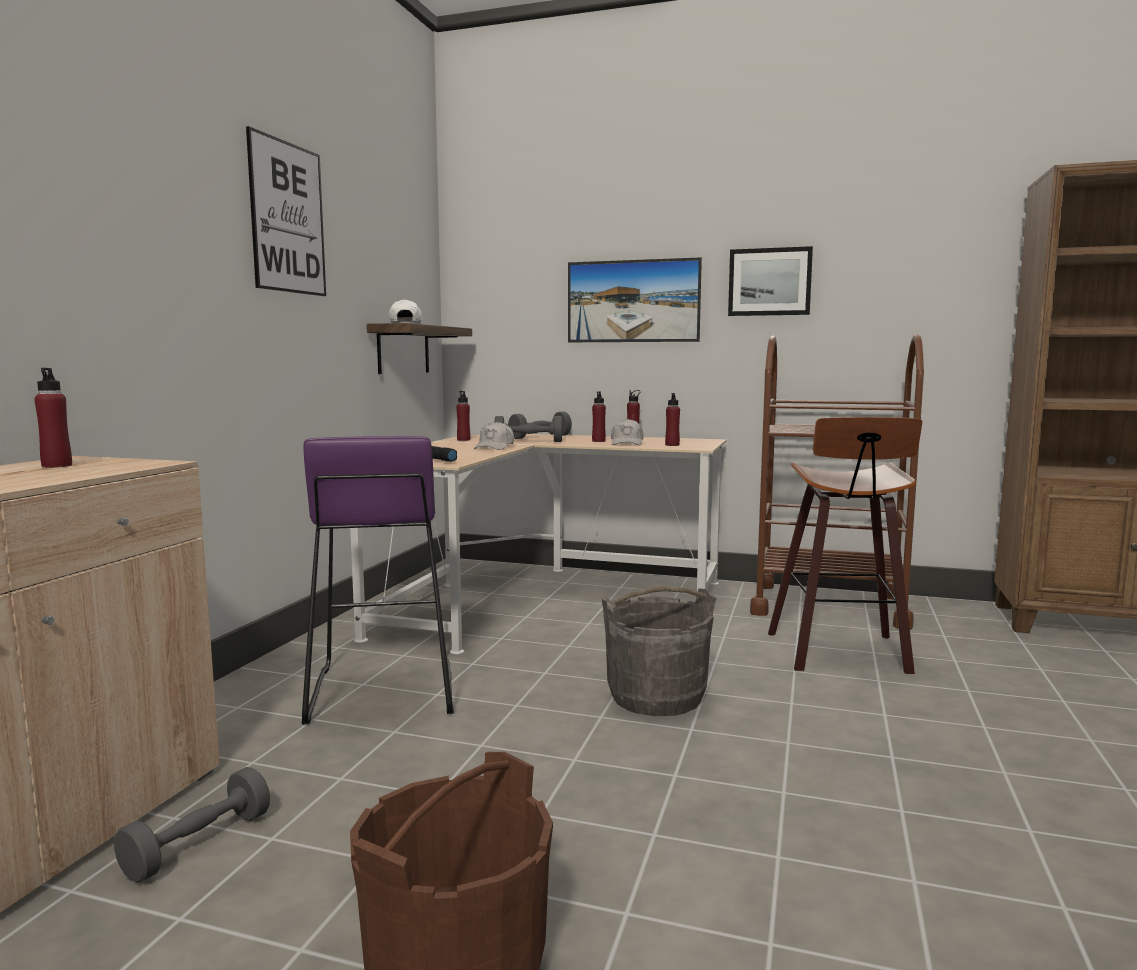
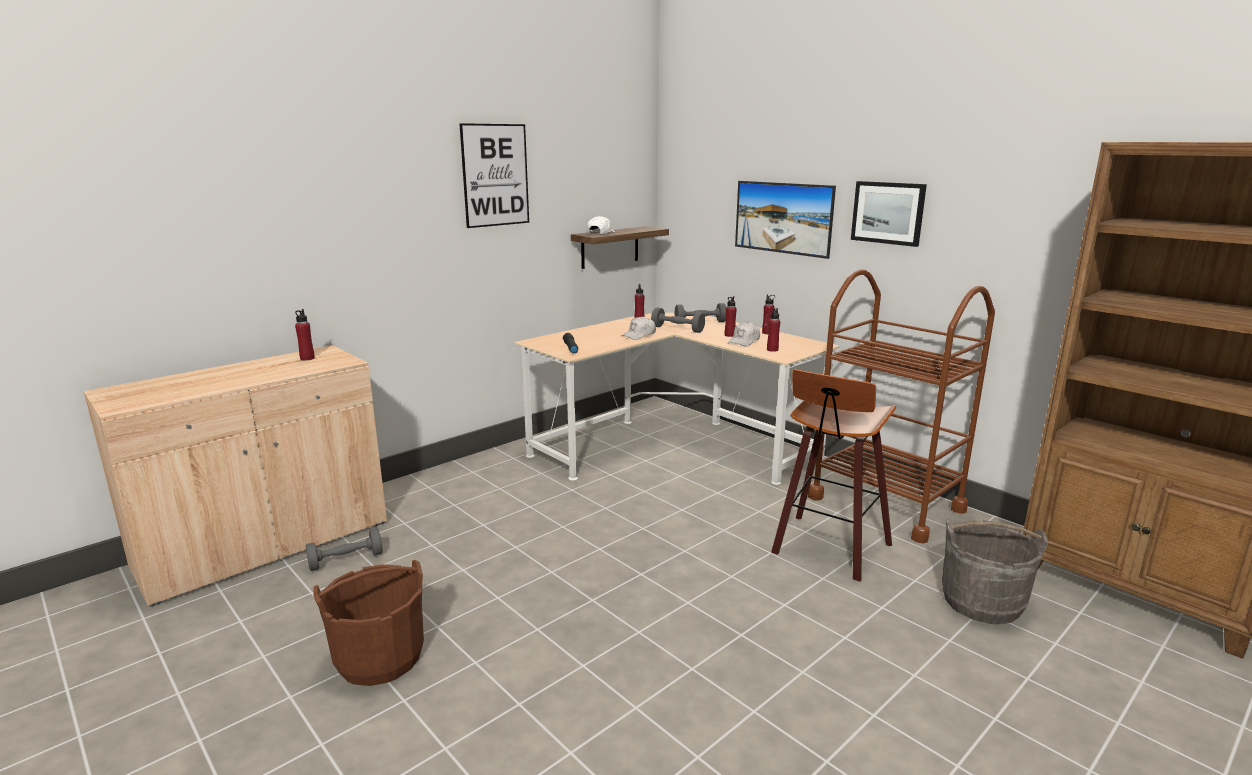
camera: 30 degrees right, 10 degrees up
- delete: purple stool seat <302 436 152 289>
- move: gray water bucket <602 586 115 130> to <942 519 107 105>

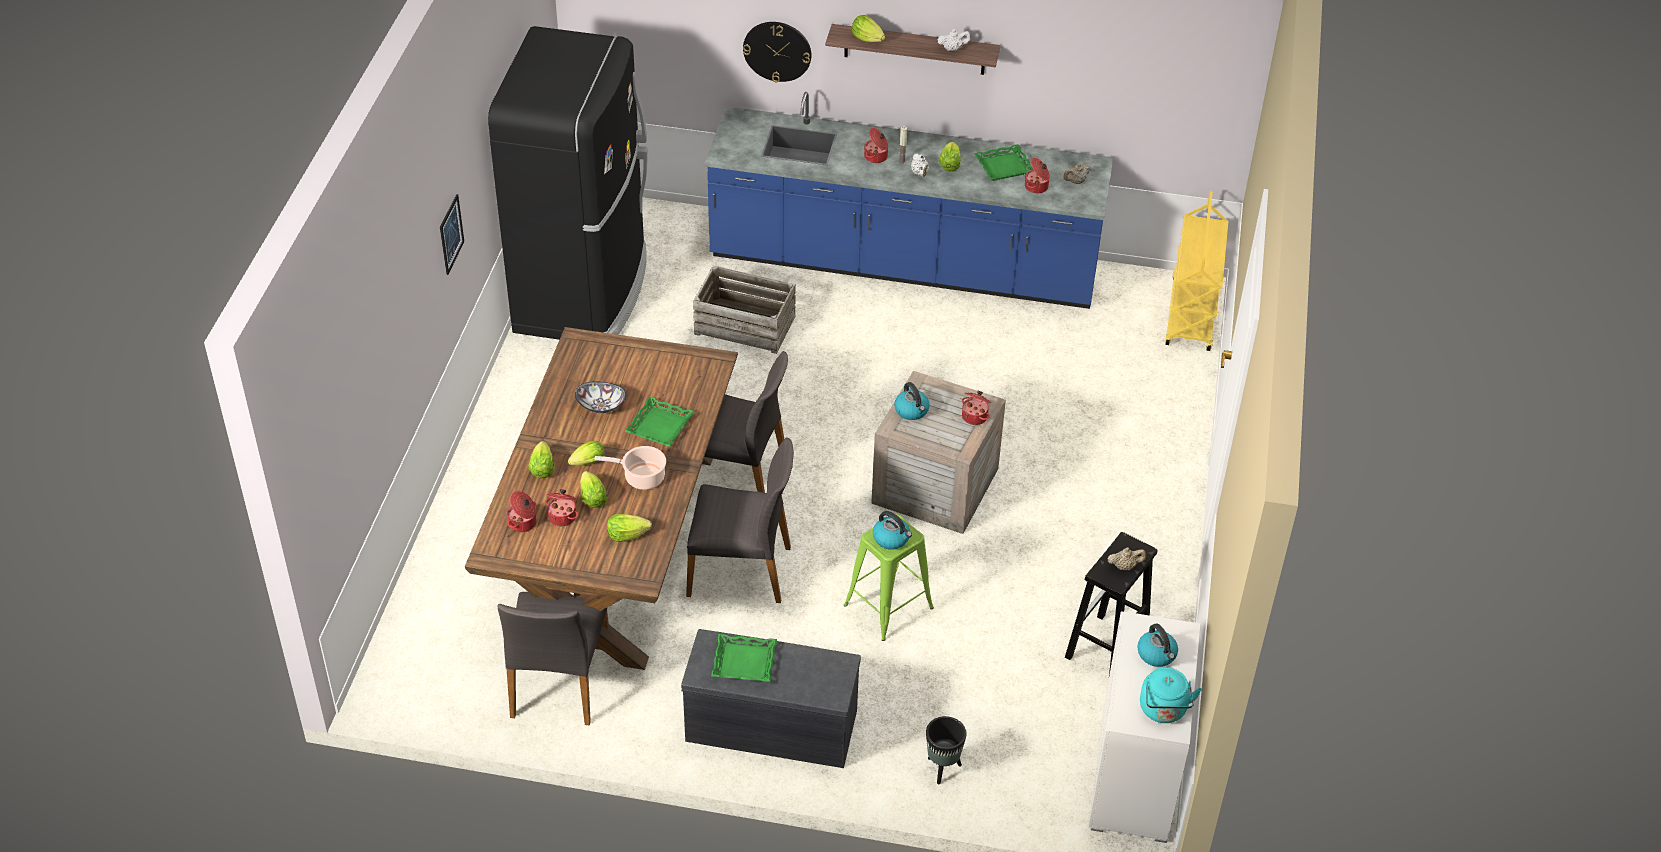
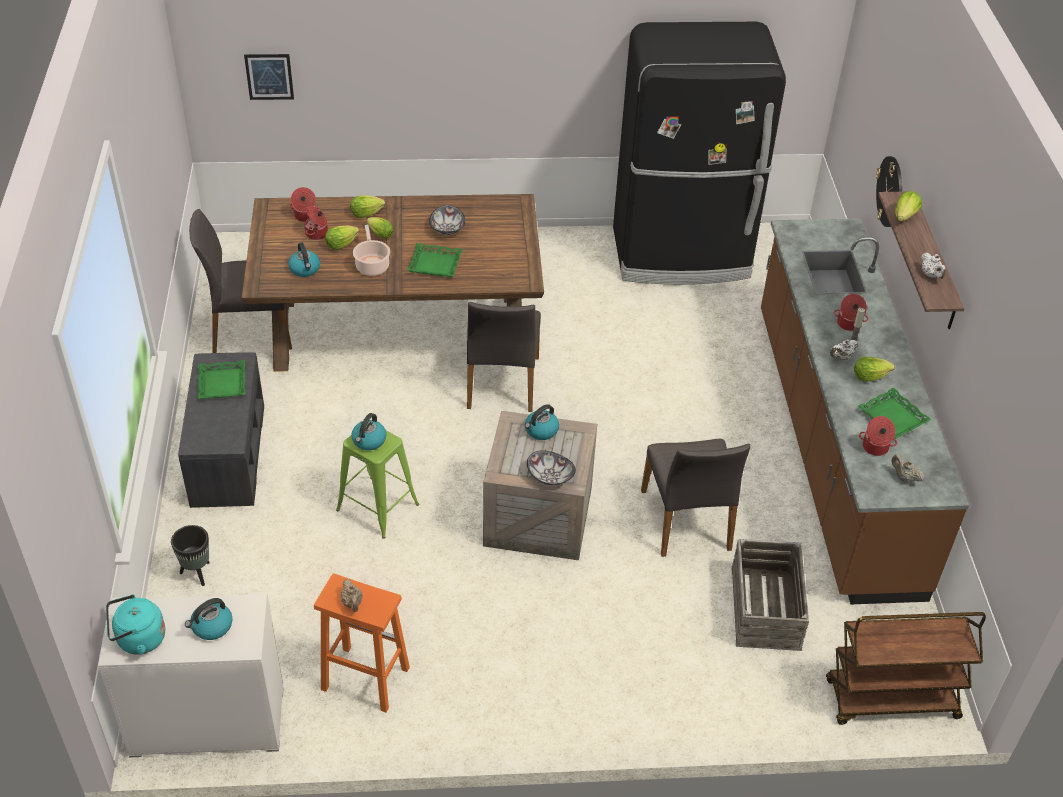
camera: 75 degrees right, 0 degrees up
- move: picture <440 194 24 81> to <244 54 50 46>
- move: gray plain chair <686 437 108 166> to <641 439 109 118>
- move: packing crate <693 266 103 88> to <732 539 77 112>
- replace: head of lettuce <607 514 45 28> to kettle <288 242 32 35>
- replace: stockpot <962 390 29 35> to serving bowl <527 450 49 36>
- recolor: blue counter <705 92 409 217> to brownish counter <761 219 208 385>
- recolor: black stool seat <1065 532 92 143> to orangey stool seat <314 573 96 140>
- recolor: yellow-coloured wheeled cart <1165 191 63 160> to brownish wheeled cart <826 612 160 113>

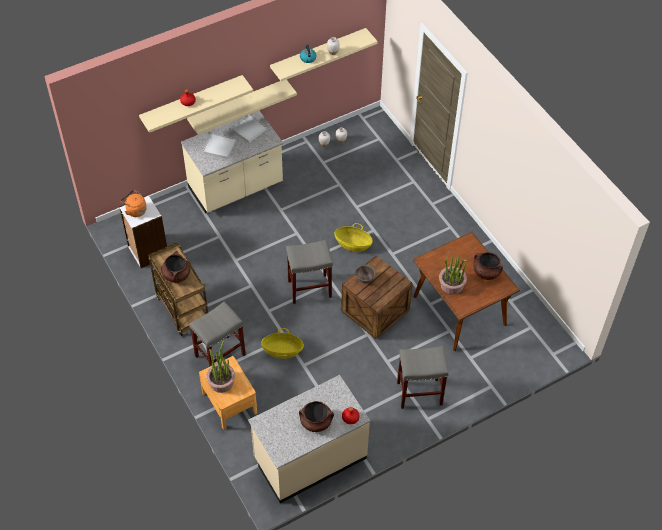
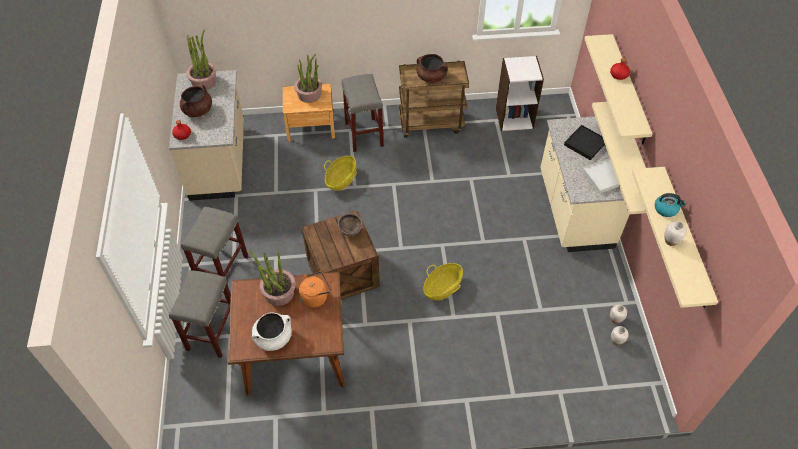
camera: 115 degrees right, 0 degrees up
- insert: plant in a pot <186 30 30 60>
- move: orangey kettle <121 190 26 27> to <299 272 32 36>
- move: gray stool seat <286 240 47 64> to <169 270 62 88>
- recolor: whitish serving tray <203 133 33 26> to black serving tray <564 125 41 35>
- recolor: brownish stockpot <473 252 30 28> to whitish stockpot <252 313 40 38>

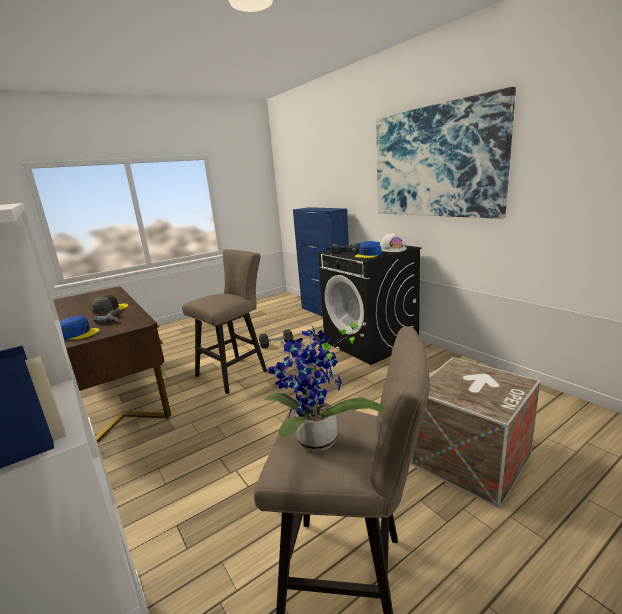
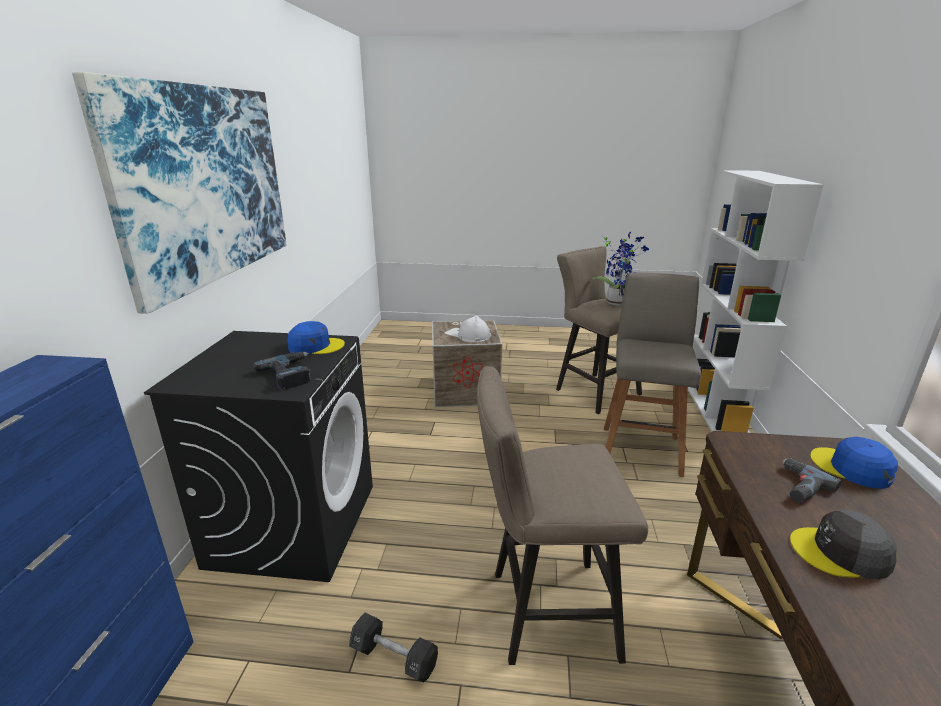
camera: 140 degrees left, 5 degrees up
- insert: gray stool seat <604 272 97 205>
- move: whitish work helmet <380 233 27 19> to <458 316 34 27>

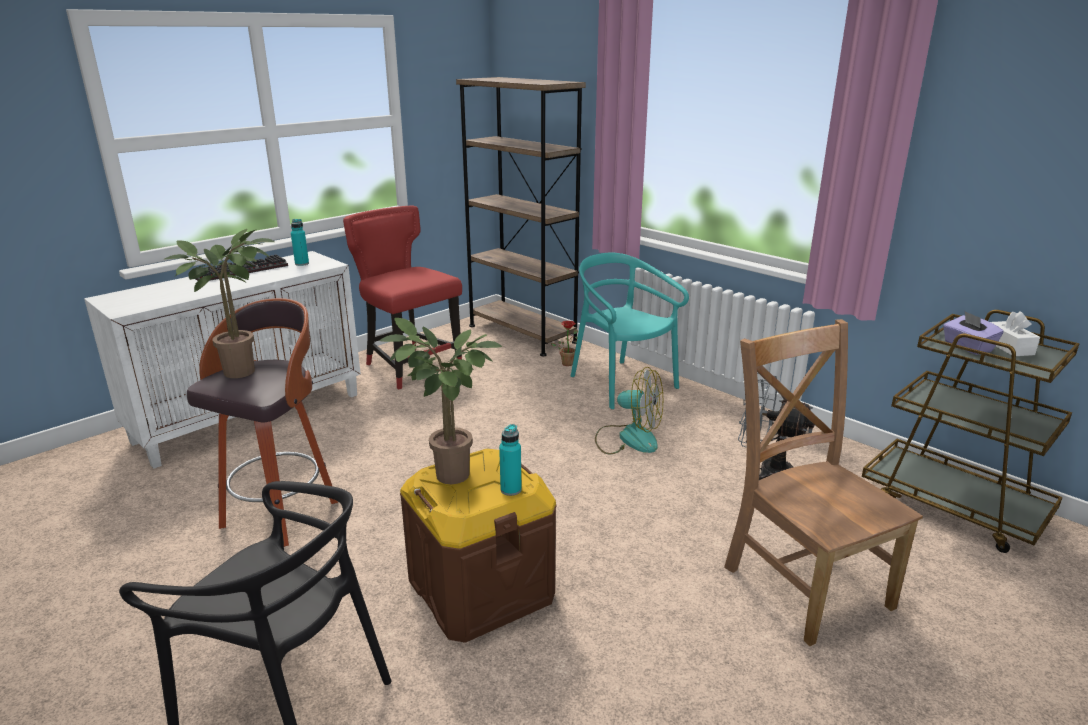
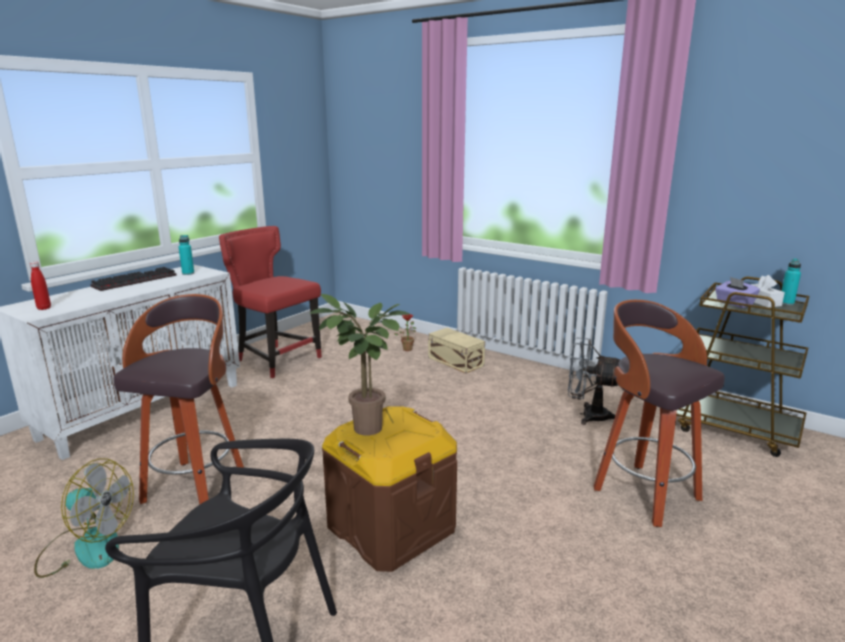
camera: 10 degrees left, 5 degrees down
- delete: plant in a pot <165 229 109 149>
- delete: brownish shelving unit <456 77 130 279>
- insert: red-coloured drink bottle <30 262 21 48>
- move: turquoise-coloured drink bottle <499 424 23 72> to <781 258 20 47>
- move: cooling fan <595 367 68 87> to <34 458 100 120>
- replace: turquoise-coloured plain chair <571 252 118 157> to sand-coloured storage bin <428 328 57 45>
- replace: brownish plain chair <724 319 199 327> to stool seat <594 300 131 227>

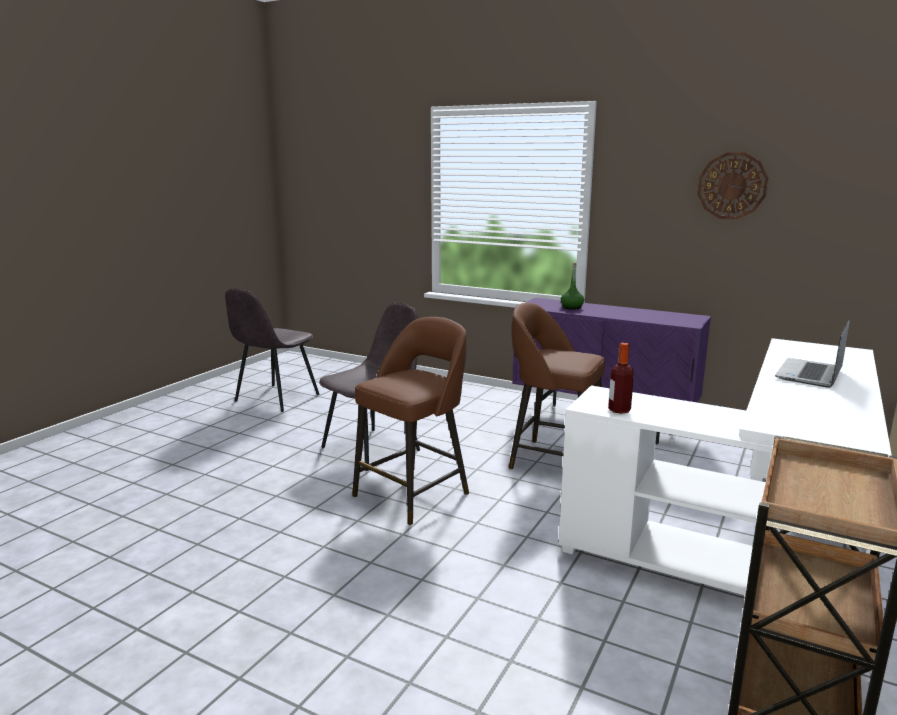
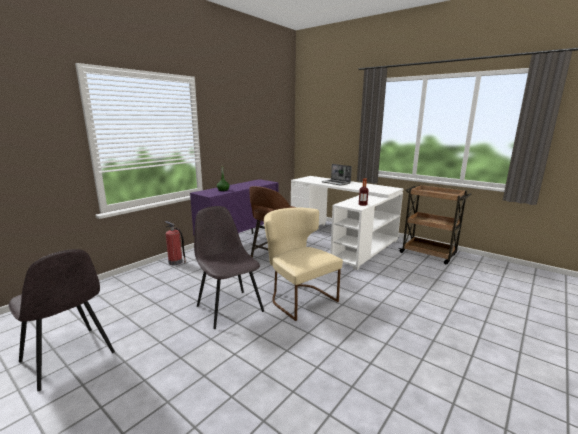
camera: 80 degrees left, 0 degrees up
- delete: wall clock <697 153 71 66>
- insert: fire extinguisher <165 221 21 44>
- replace: brownish stool seat <352 317 117 208> to sand-coloured plain chair <264 207 79 114>

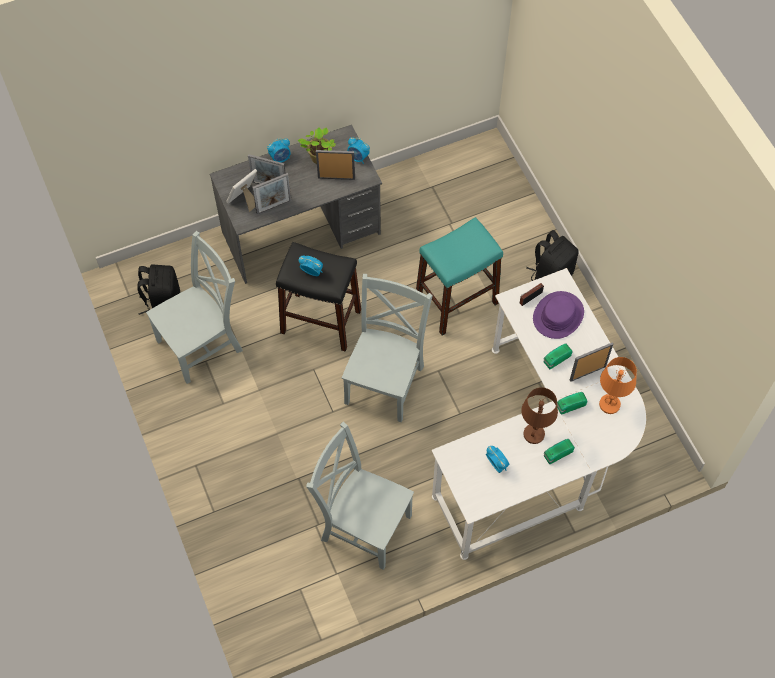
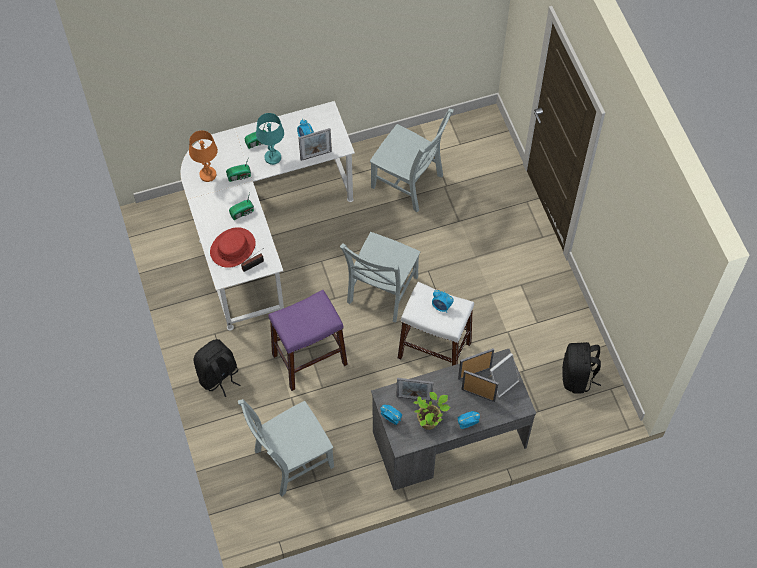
camera: 175 degrees left, 0 degrees up
- move: gray plain chair <146 231 97 153> to <238 399 96 98>
- move: standing frame <570 343 43 39> to <298 128 34 33>
- recolor: black stool seat <276 242 85 110> to whitish stool seat <397 282 77 84>
- recolor: turquoise-coloured stool seat <416 217 87 119> to purple stool seat <268 290 80 101>
- recolor: brownish lamp for a table <521 387 37 57> to turquoise-coloured lamp for a table <256 113 28 52>
- recolor: purple wearable hat <533 291 51 48> to red-coloured wearable hat <210 227 46 41>

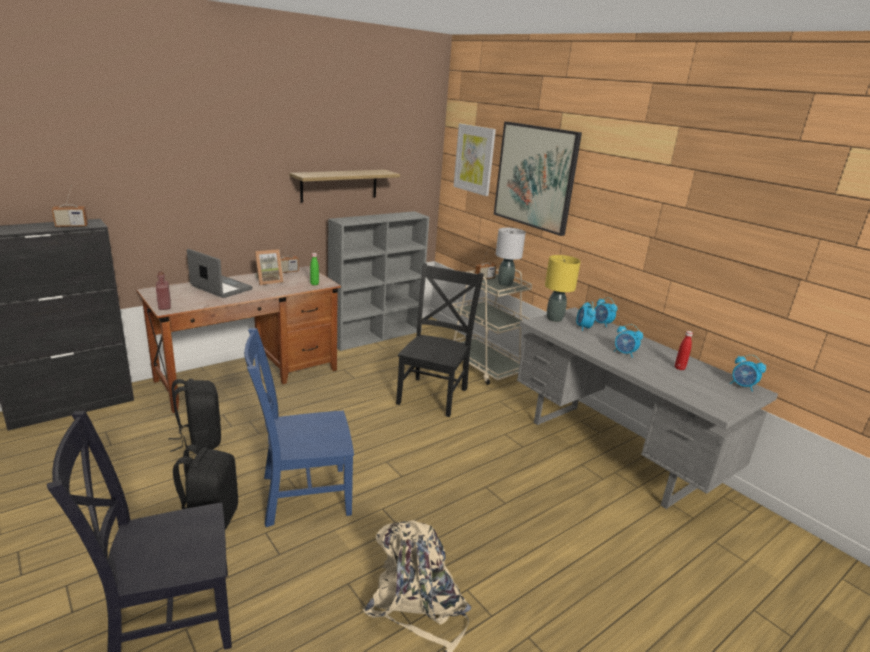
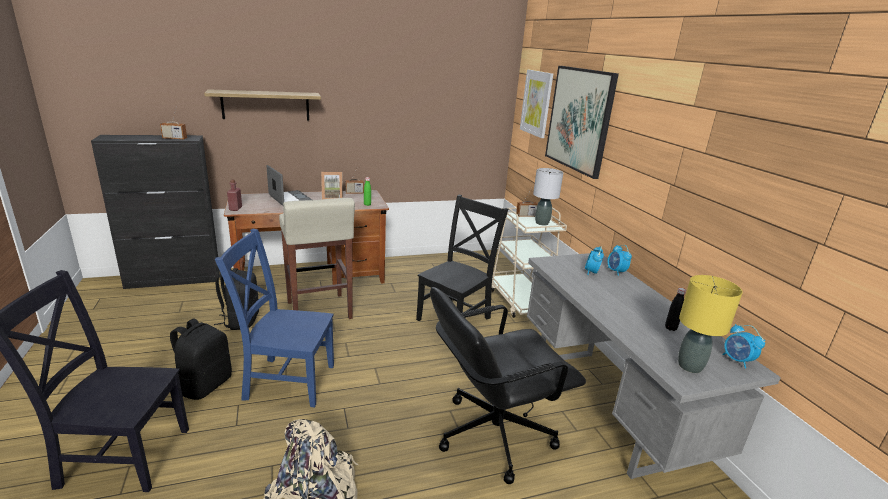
camera: 20 degrees right, 0 degrees up
- delete: gray shelving unit <328 211 101 140>
- delete: alarm clock <613 324 30 34>
- insert: sand-coloured stool seat <279 198 76 121>
- insert: black desk chair <430 287 156 197>
- move: shelf <290 170 110 32> to <204 89 117 31>
- move: yellow-coloured lamp for a table <545 255 36 67> to <678 275 65 98>
- recolor: red-coloured drink bottle <675 331 18 39> to black drink bottle <665 288 21 43>

